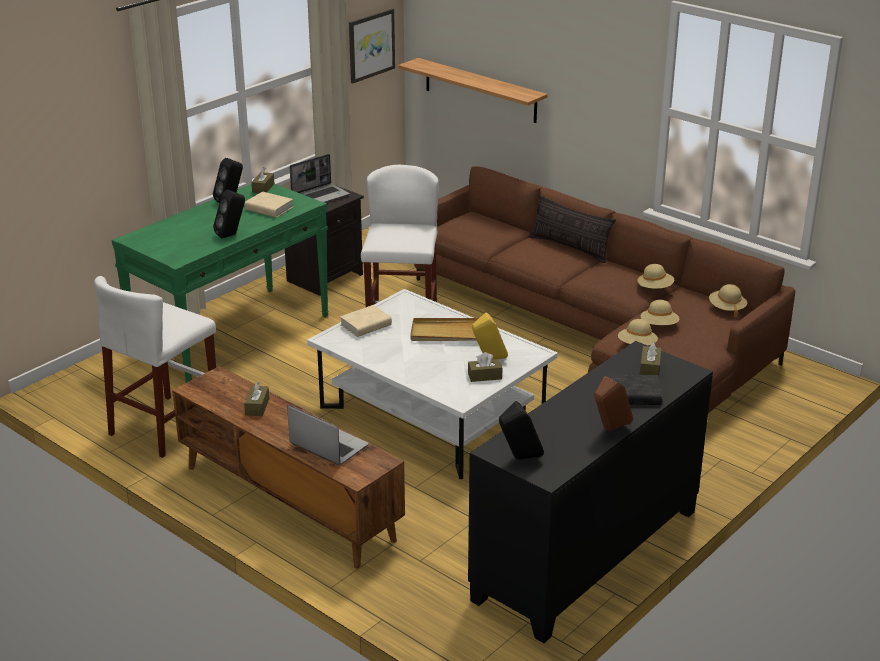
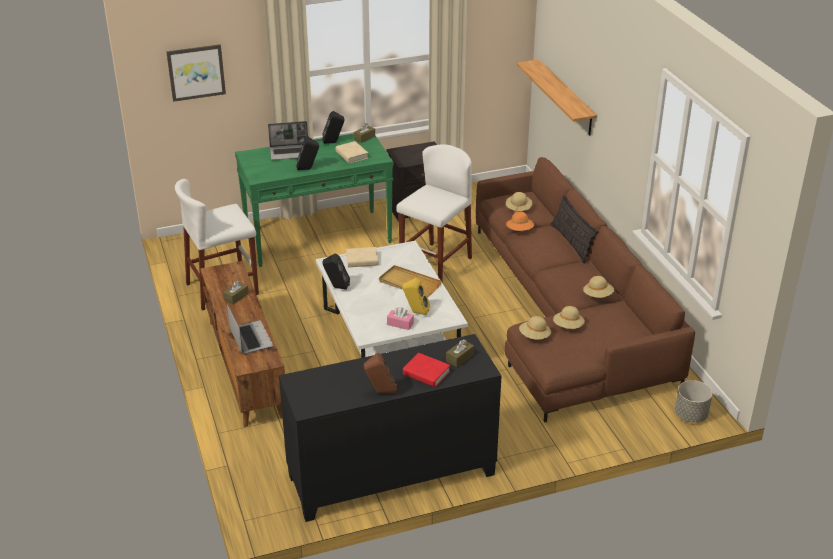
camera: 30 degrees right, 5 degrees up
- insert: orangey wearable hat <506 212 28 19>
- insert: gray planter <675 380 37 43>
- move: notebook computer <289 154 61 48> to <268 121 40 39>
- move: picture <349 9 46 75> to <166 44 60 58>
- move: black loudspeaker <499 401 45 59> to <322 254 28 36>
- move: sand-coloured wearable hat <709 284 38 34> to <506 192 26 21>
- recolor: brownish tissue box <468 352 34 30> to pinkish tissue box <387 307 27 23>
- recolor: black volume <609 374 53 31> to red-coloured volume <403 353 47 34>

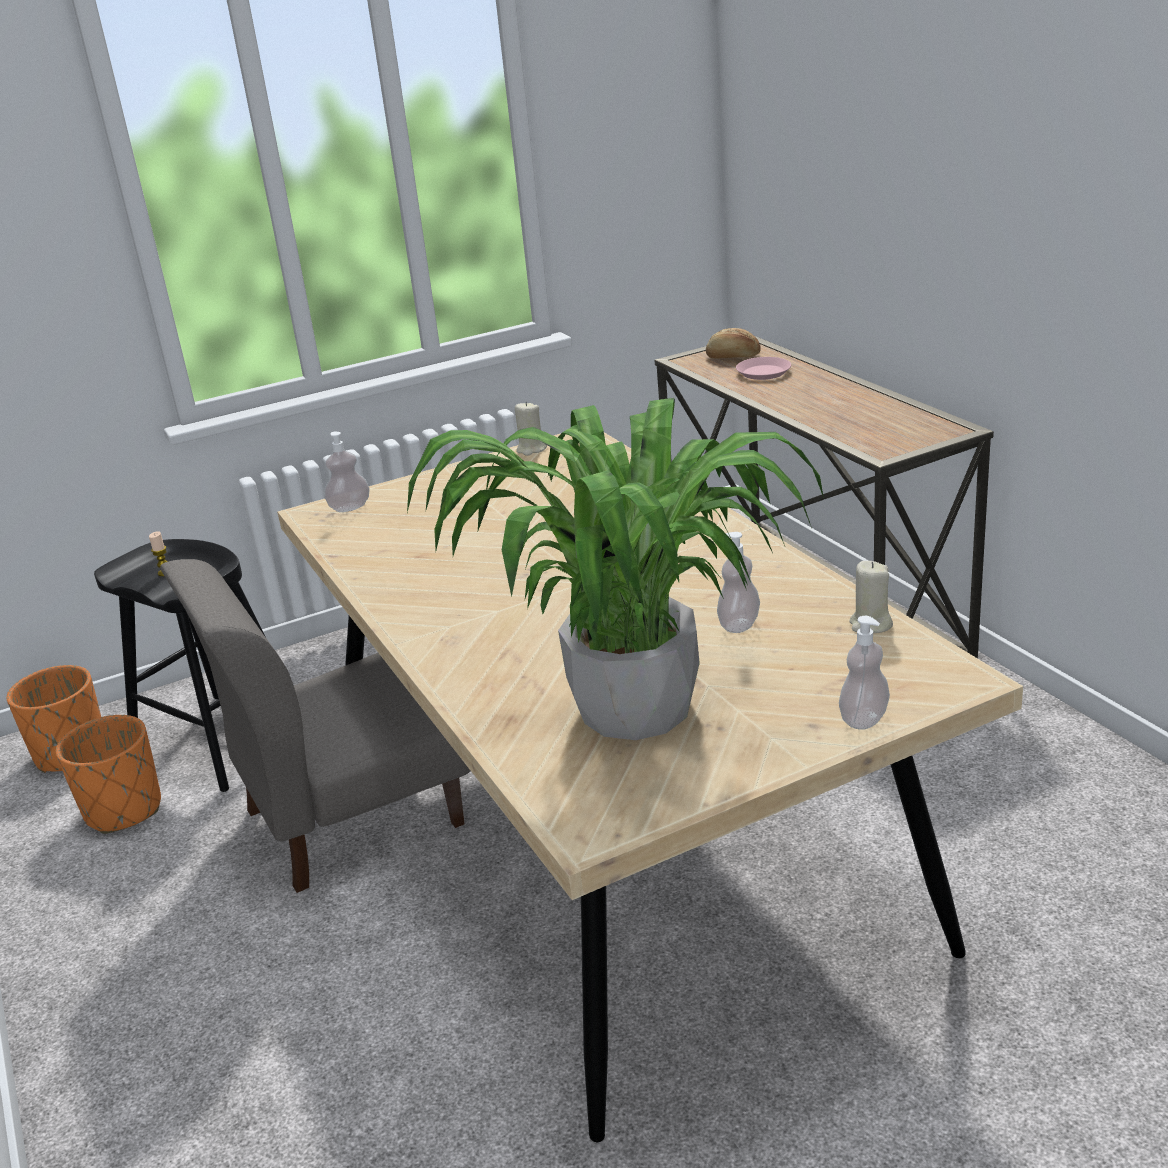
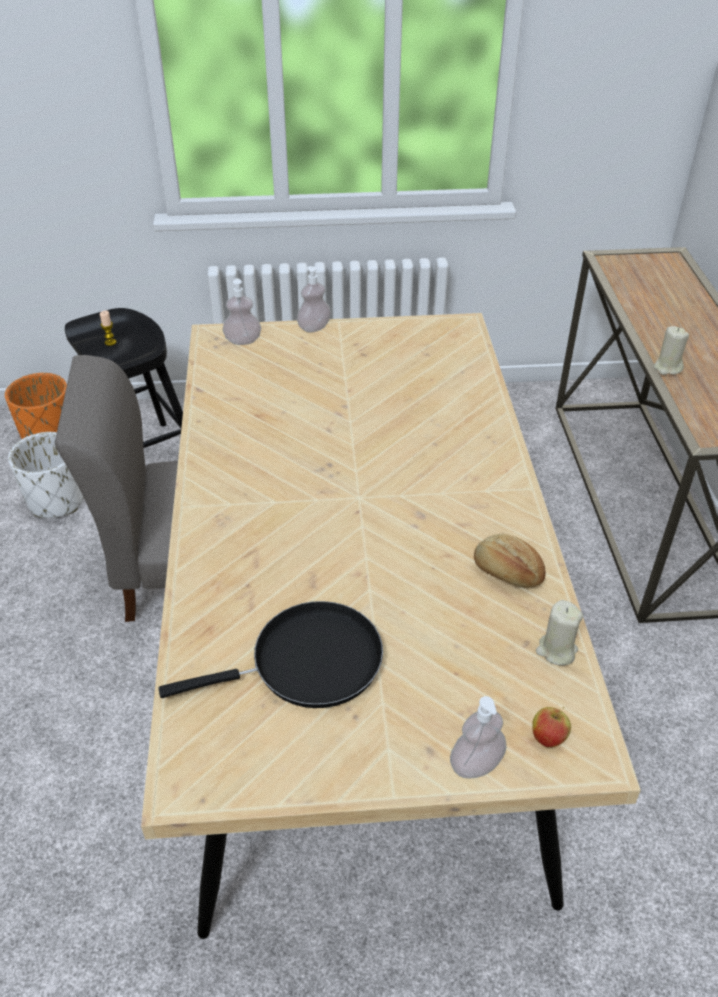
camera: 20 degrees right, 15 degrees up
- delete: pinkish flat dish <736 357 55 23>
- insert: apple fruit <532 707 39 40>
- move: sand-coloured candle <515 401 32 55> to <653 326 36 49>
- move: baked bread <706 328 55 31> to <474 534 72 53>
- move: liquid soap bottle <717 532 43 101> to <297 266 34 66>
- replace: plant in a pot <407 398 417 342> to black skillet <159 601 224 107>
- recolor: orangey planter <56 715 105 119> to whitish planter <8 432 76 86>

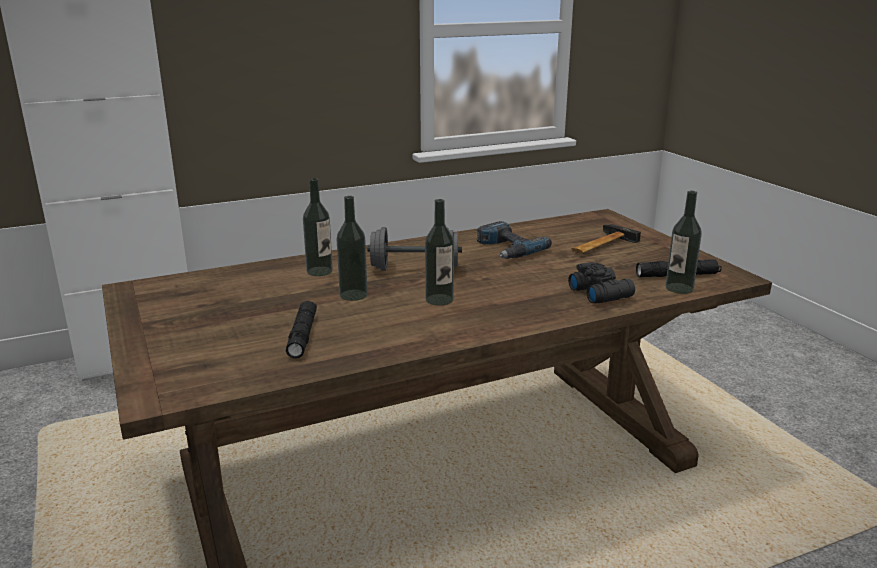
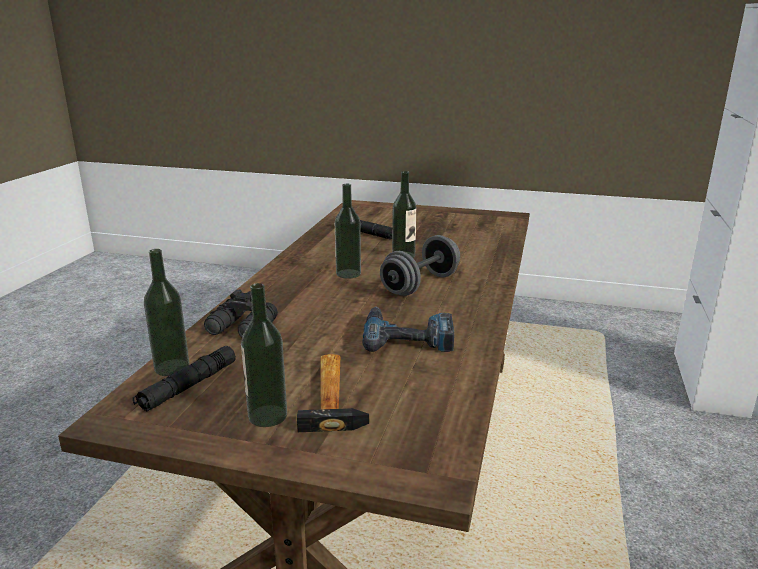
camera: 130 degrees right, 0 degrees up
- move: drink bottle <303 178 30 98> to <241 283 46 144>

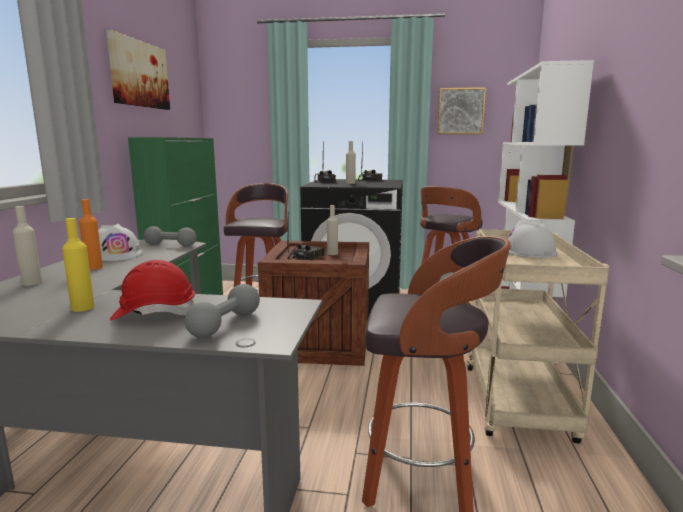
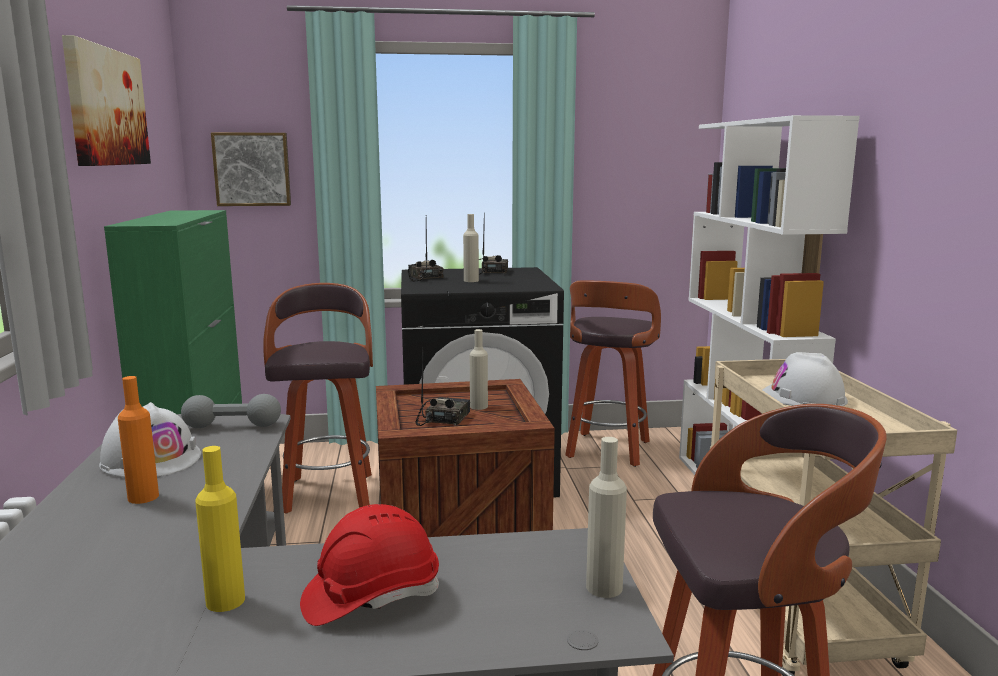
camera: 15 degrees left, 0 degrees up
- delete: gray hand weight <184 284 76 54>
- move: sand-coloured drink bottle <13 206 29 80> to <586 437 41 161>
- move: picture <438 87 48 47> to <211 132 80 74>

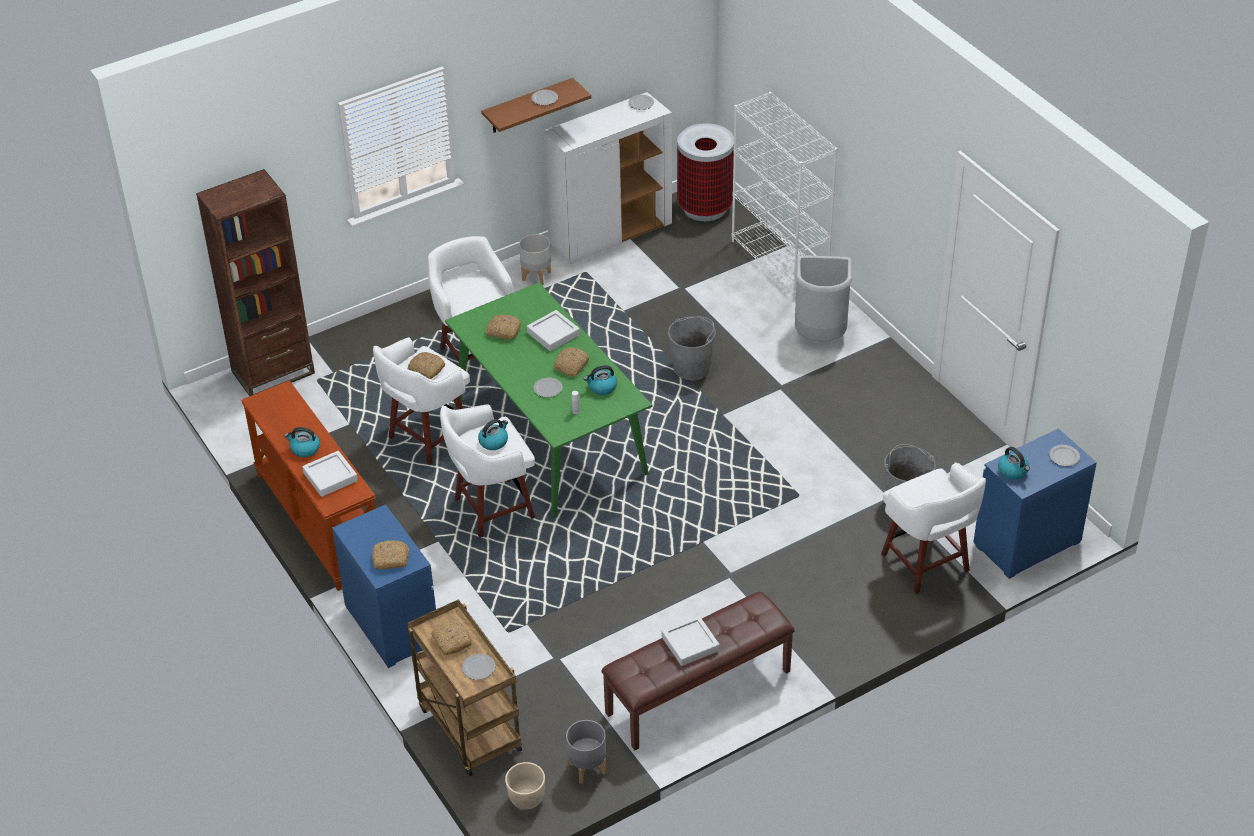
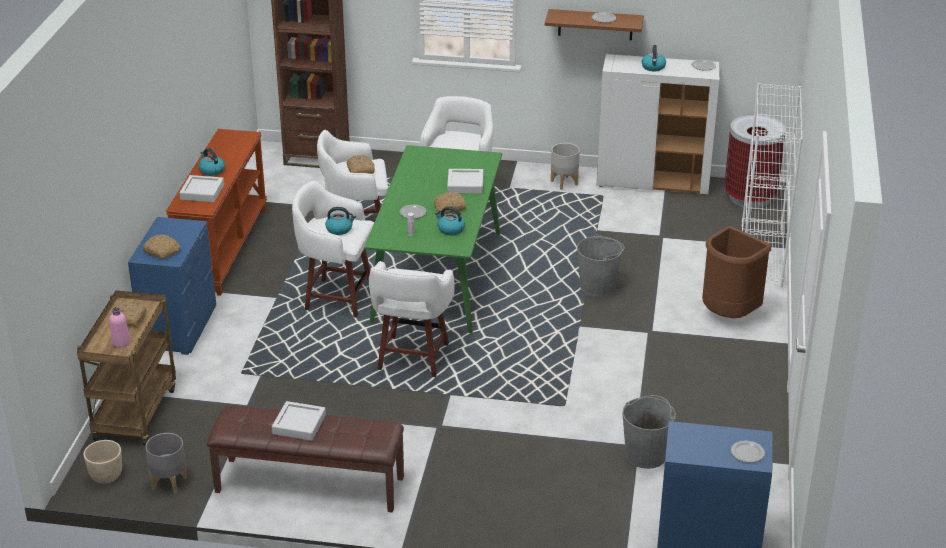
camera: 40 degrees right, 10 degrees down
- delete: baked bread <486 315 35 25>
- move: whitish stool seat <881 462 105 132> to <369 261 86 116>
- move: kettle <998 447 32 33> to <642 45 24 26>
- replace: flat dish <462 654 33 26> to pinkish drink bottle <109 307 21 41>
- recolor: gray rubbish bin <795 255 58 86> to brownish rubbish bin <702 226 69 92>

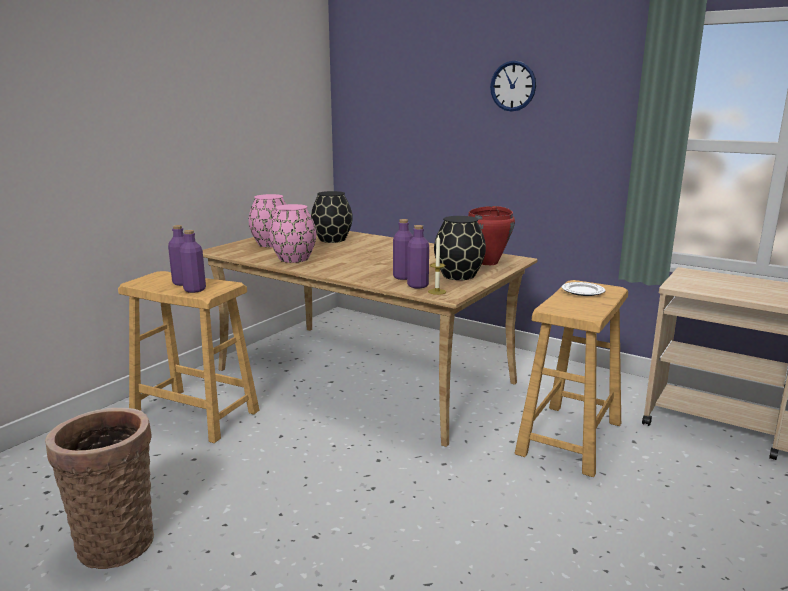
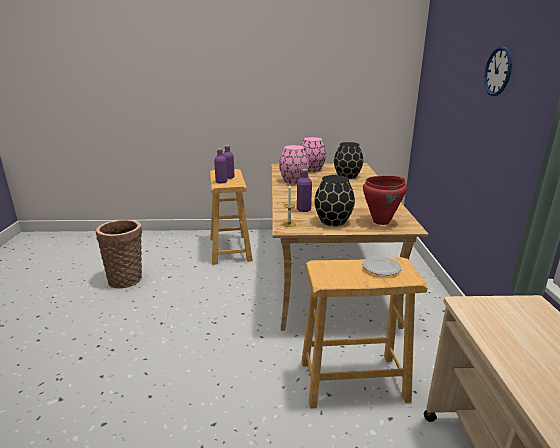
camera: 55 degrees right, 5 degrees up
- delete: purple drink bottle <407 225 22 63>

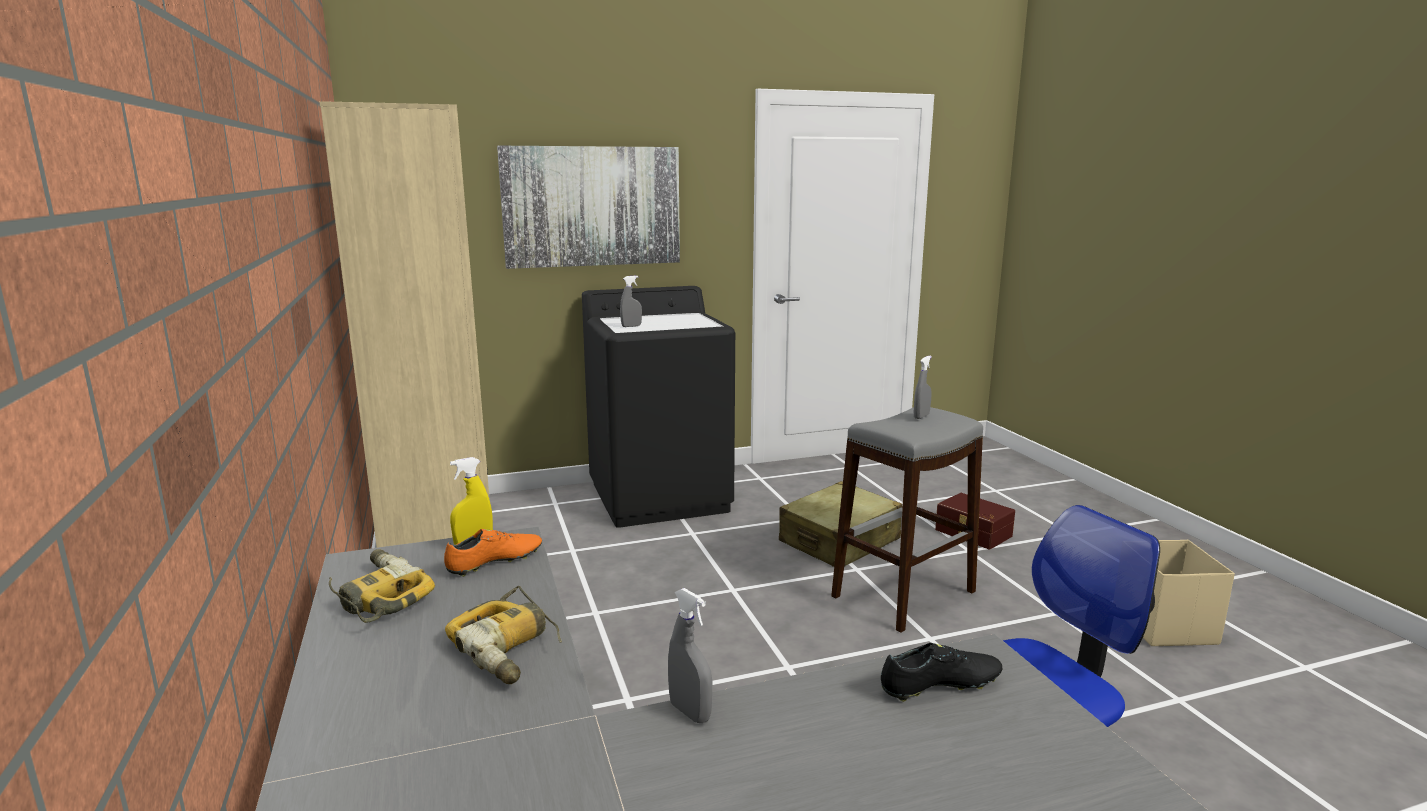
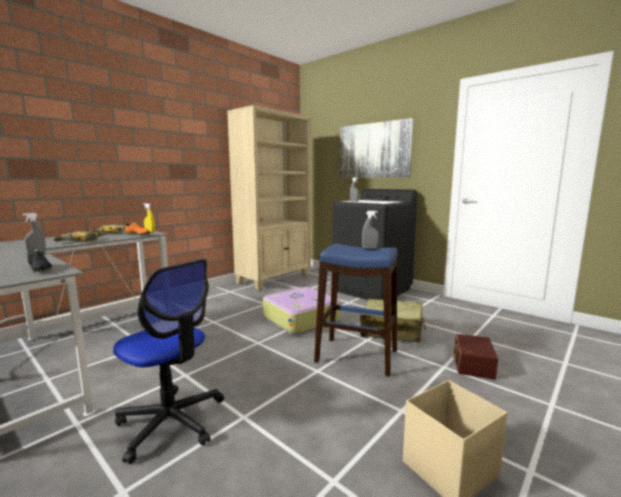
camera: 60 degrees right, 5 degrees down
- insert: travel case <263 287 77 48>
- recolor: gray stool seat <831 407 152 226> to blue stool seat <314 244 84 133>

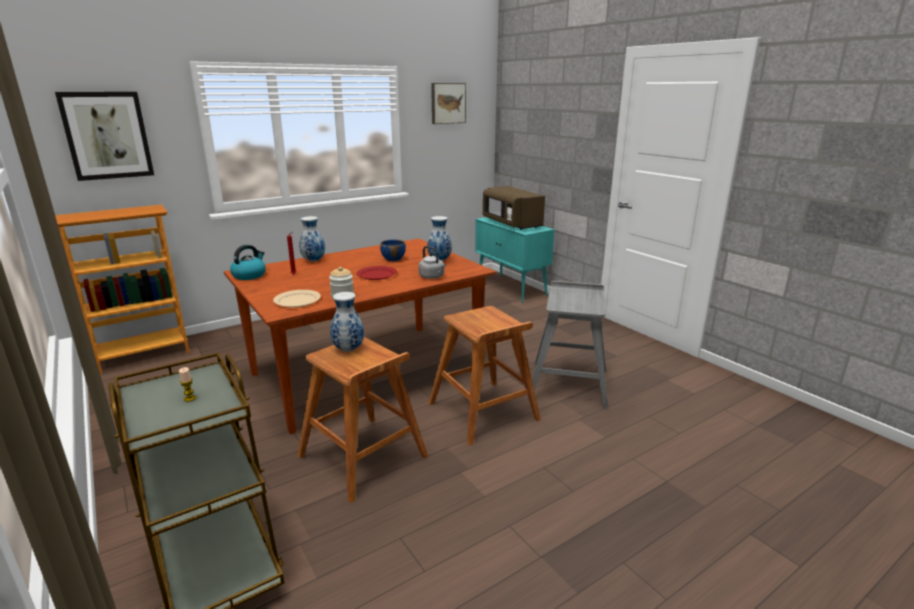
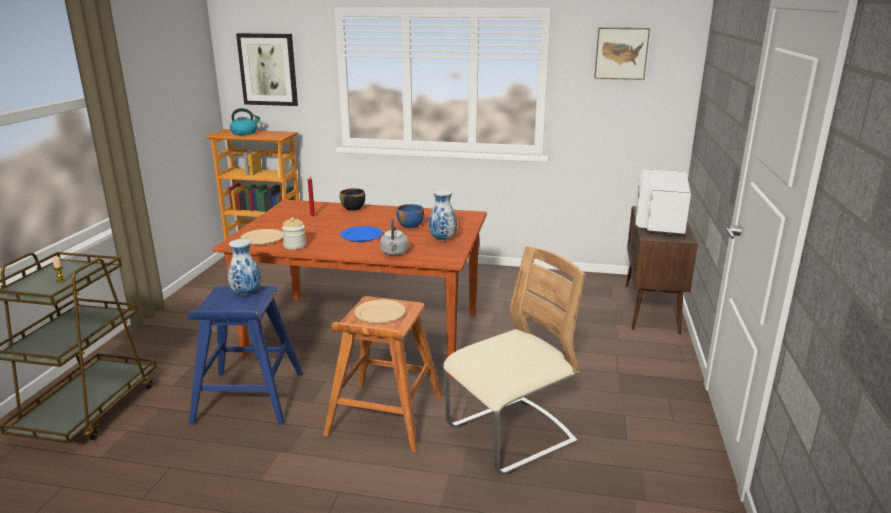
camera: 45 degrees right, 0 degrees up
- insert: sand-coloured flat dish <355 300 50 23>
- move: kettle <230 245 36 35> to <230 108 30 27>
- replace: decorative vase <299 216 26 46> to black serving bowl <340 188 25 23>
- replace: gray stool seat <527 281 81 128> to sand-coloured plain chair <443 246 142 229>
- recolor: brownish stool seat <298 337 130 166> to blue stool seat <188 286 115 139>
- recolor: red-coloured flat dish <356 266 41 14> to blue flat dish <340 226 43 16>
- recolor: turquoise-coloured cabinet <475 217 80 86> to brownish cabinet <625 206 73 128>
- recolor: brownish microwave oven <483 186 62 44> to whitish microwave oven <635 169 56 66>

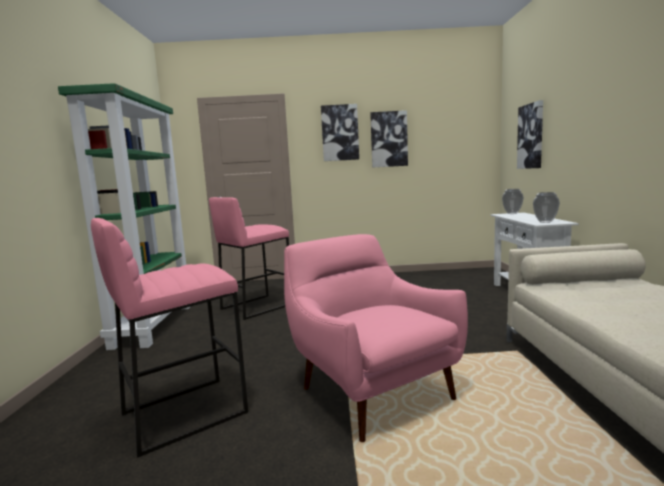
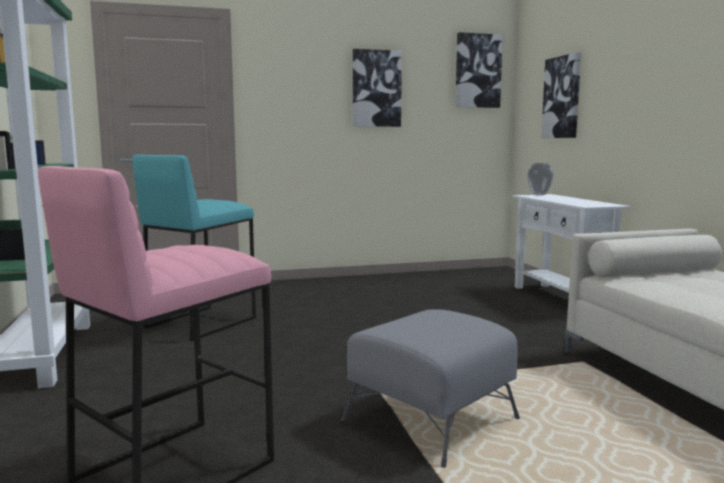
camera: 15 degrees left, 0 degrees up
- delete: decorative vase <533 192 27 31>
- move: picture <321 104 38 57> to <455 32 48 76>
- replace: pinkish easy chair <284 234 184 208> to gray pouffe <341 309 179 159>
- recolor: pinkish stool seat <209 197 80 123> to turquoise-coloured stool seat <132 155 124 186>

